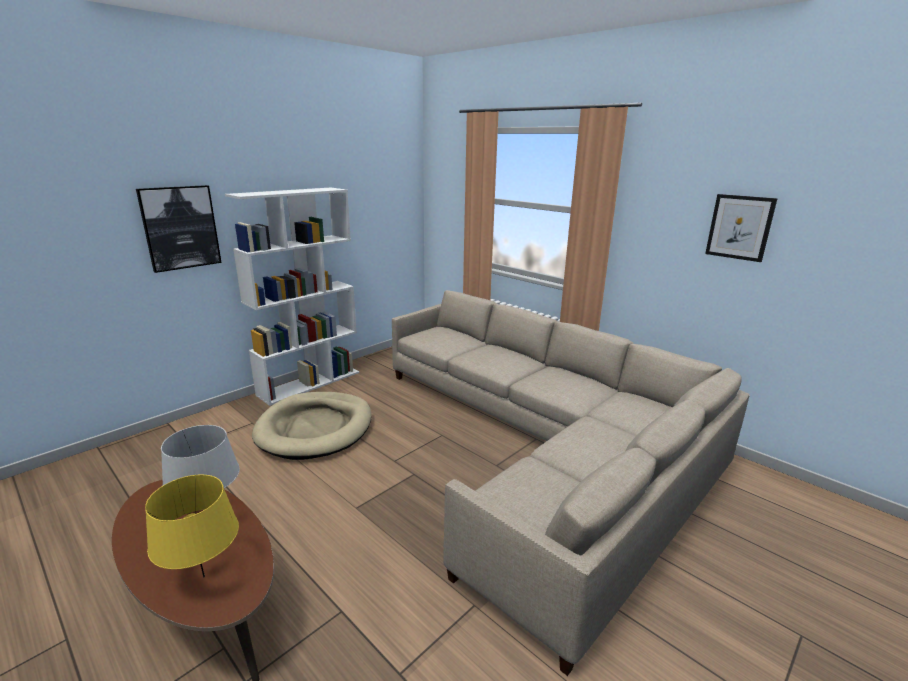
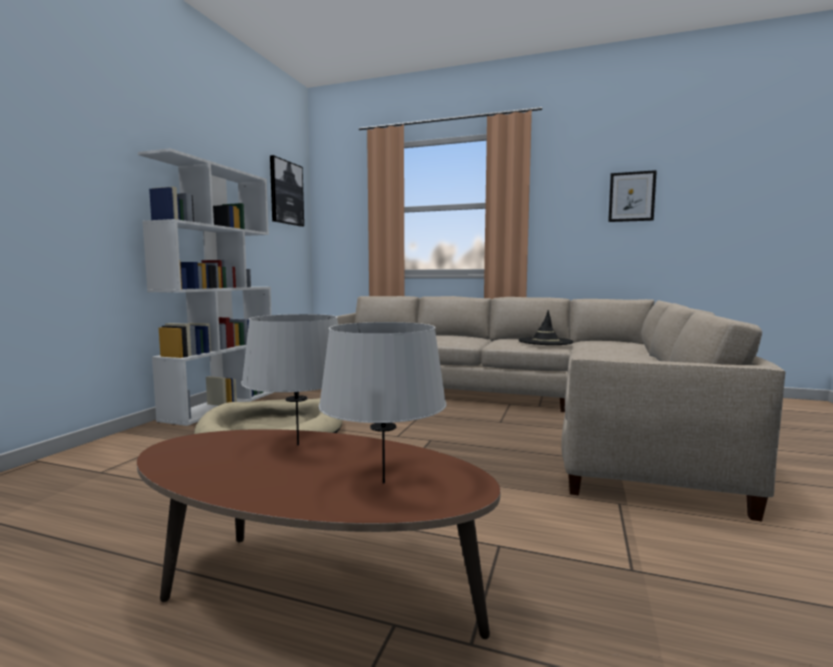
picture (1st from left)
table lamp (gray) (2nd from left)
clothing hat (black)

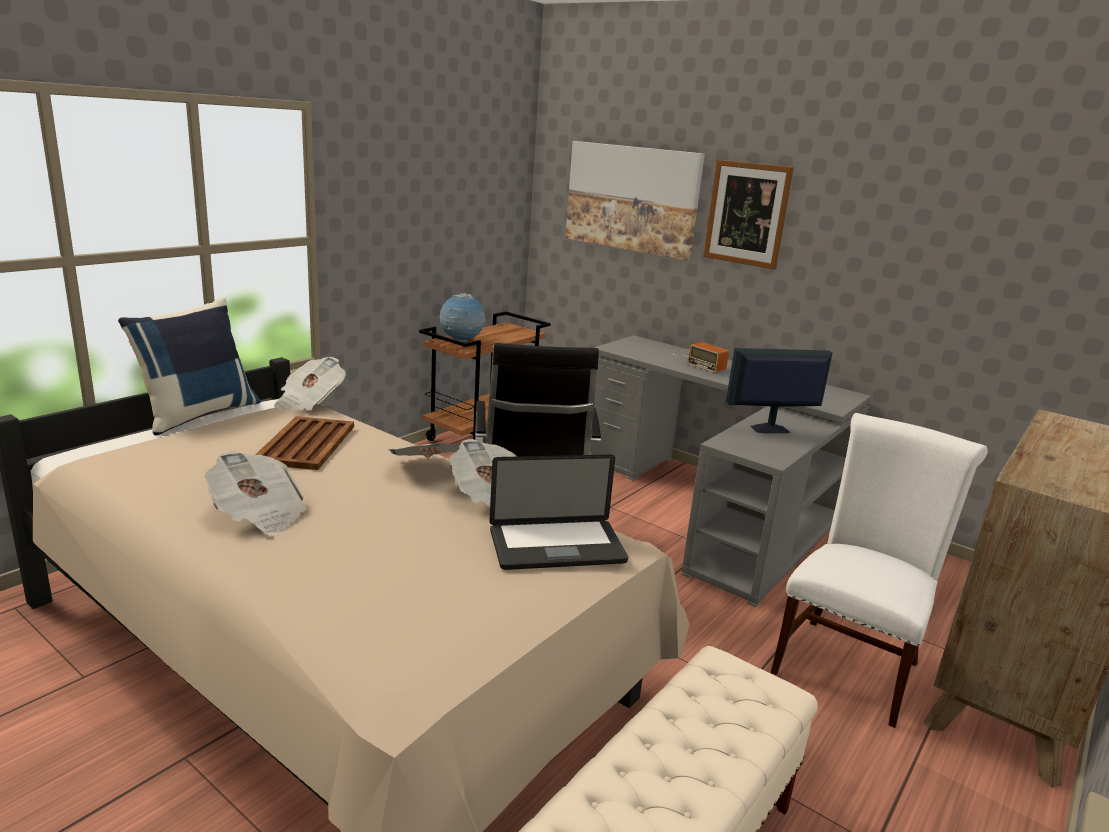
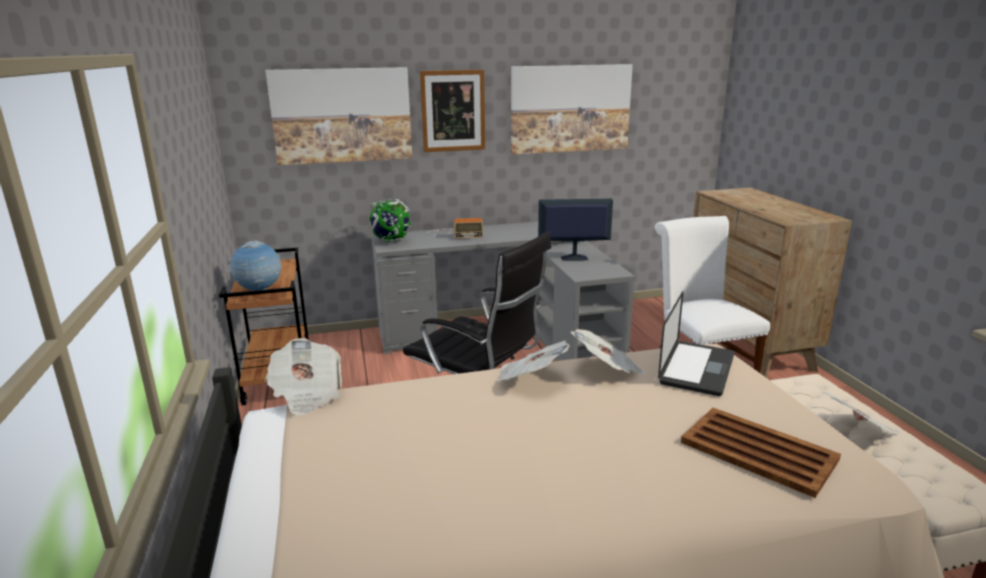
cushion (bluish)
monitor
carrying tray (brown-coloured)
daily paper (4th from left)
picture (3rd from left)
world globe (2nd from left)

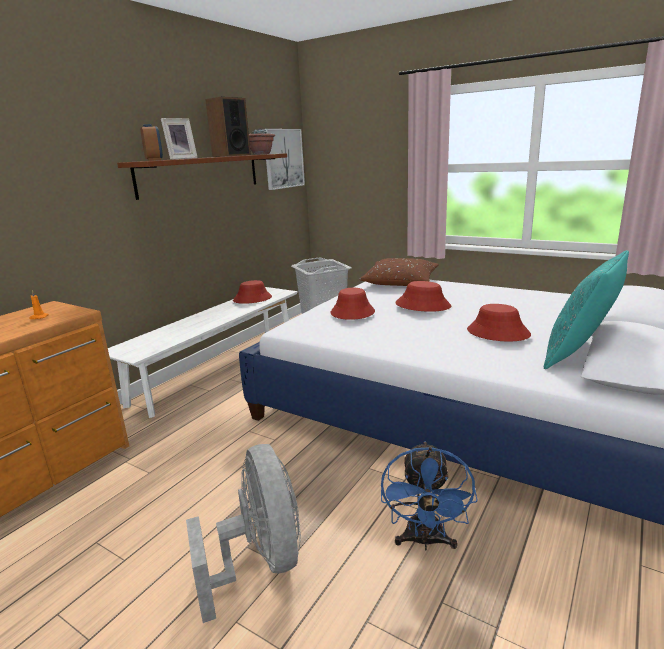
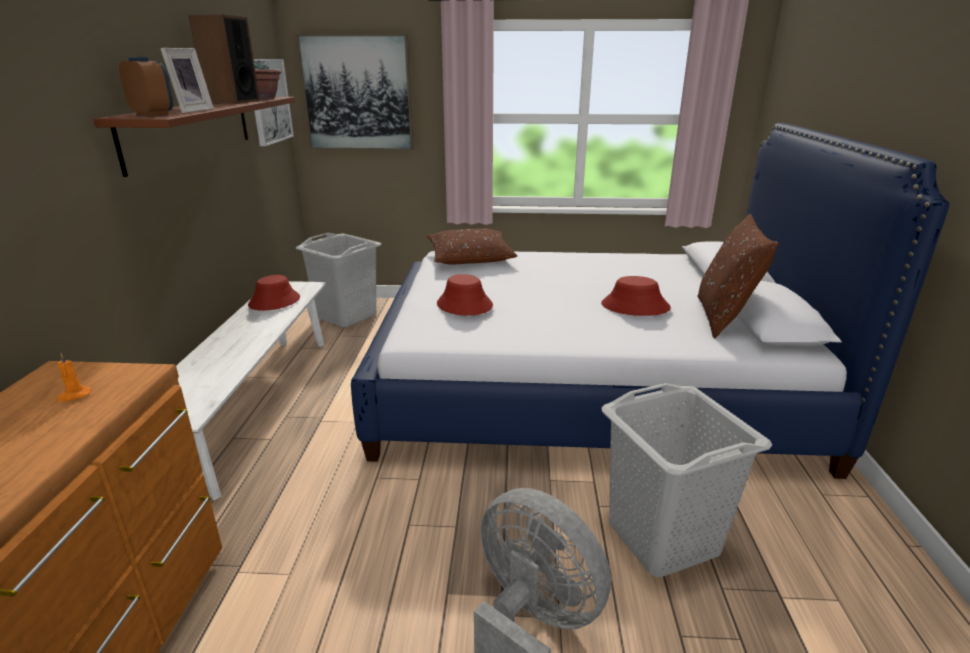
cushion (brown-coloured) (2nd from left)
clothing hat (reddish) (3rd from left in the first image)
laundry basket (gray) (2nd from left)
picture (2nd from left)

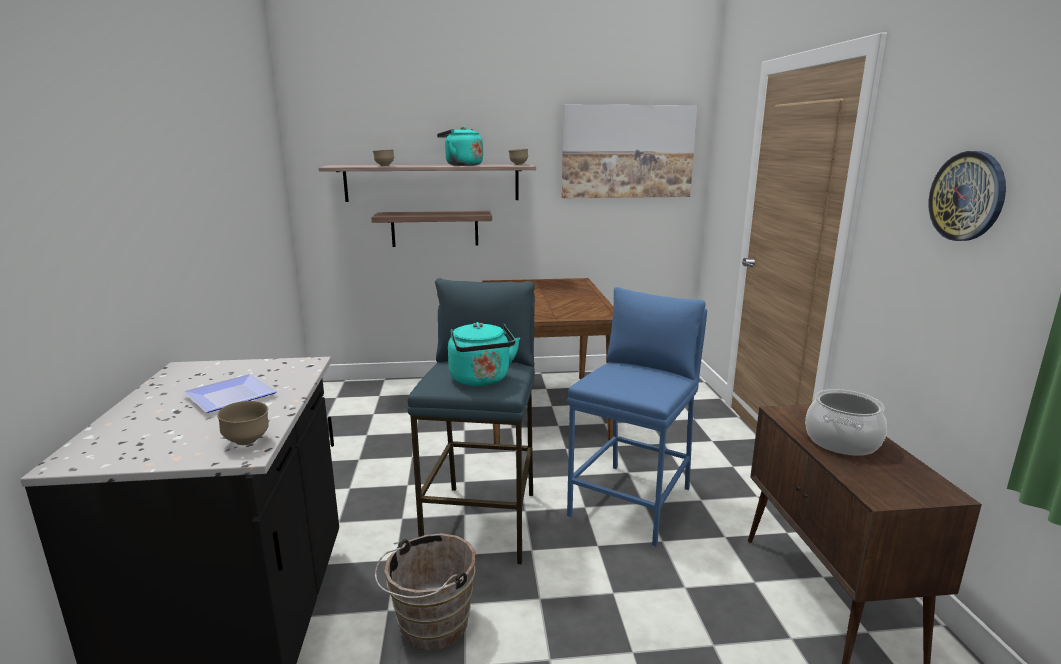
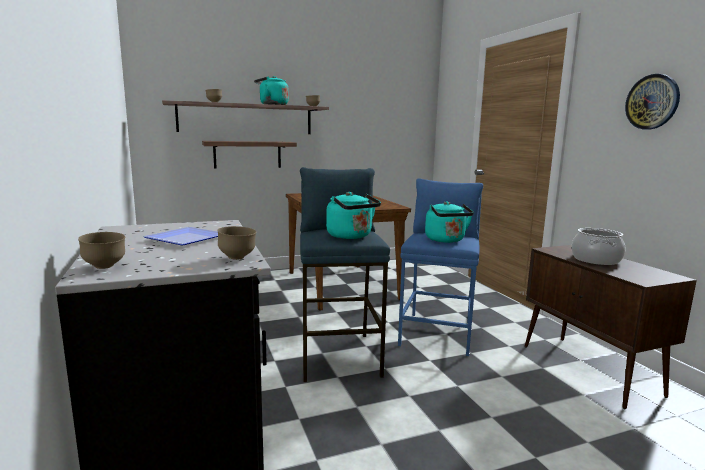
picture
water bucket (brown-coloured)
kettle (blue-green) (3rd from left)
deep dish (brown-coloured) (1st from left)

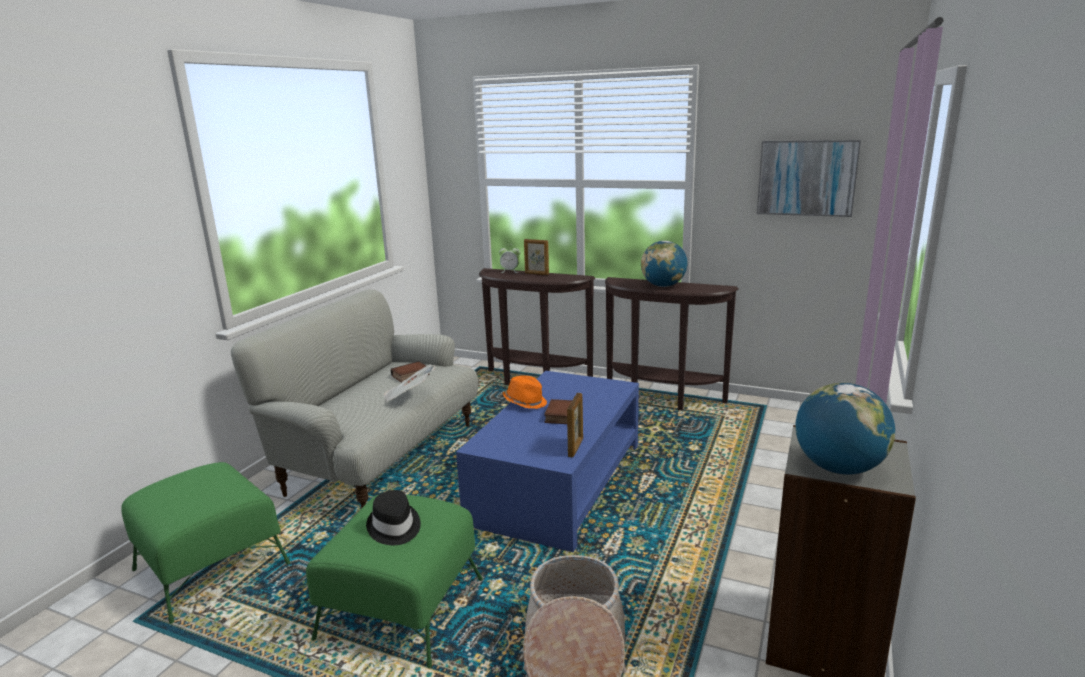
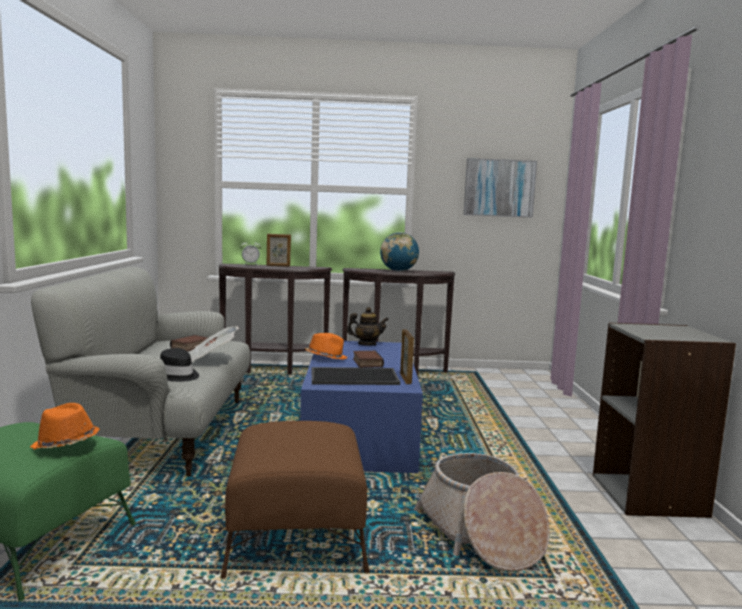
world globe (2nd from left in the first image)
clothing hat (black)
ottoman (brown-coloured)
teapot
carrying tray
clothing hat (orange) (1st from left)

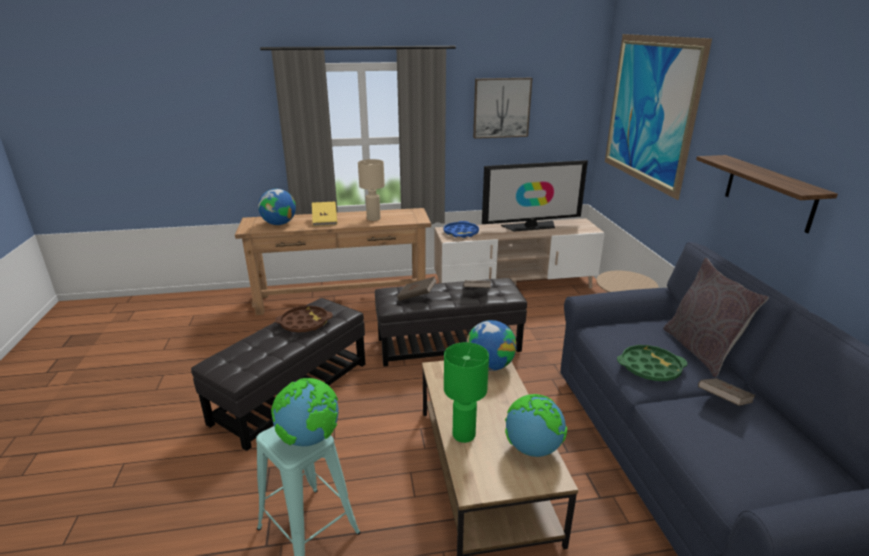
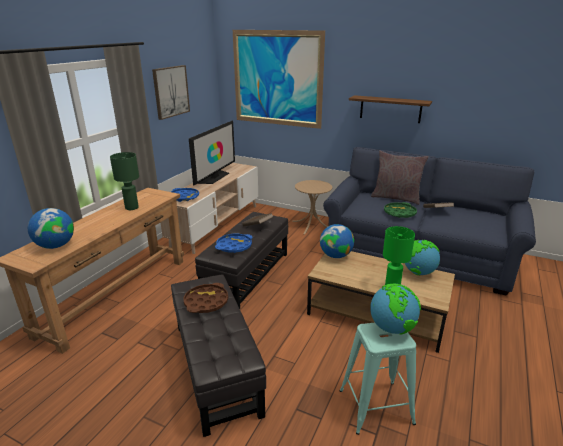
table lamp (greenish) (1st from left)
bound book (yellowish)
carrying tray (bluish) (2nd from left)

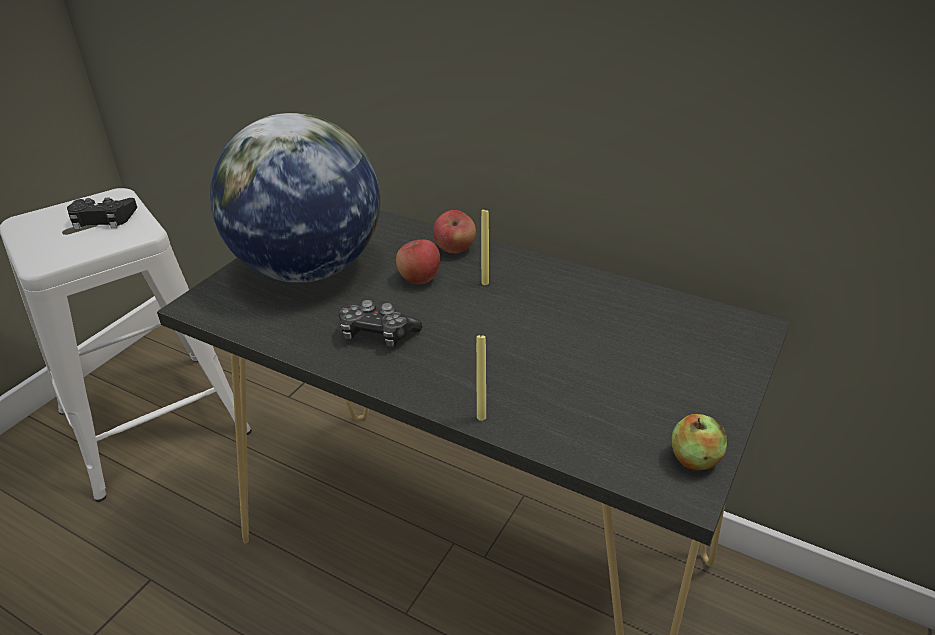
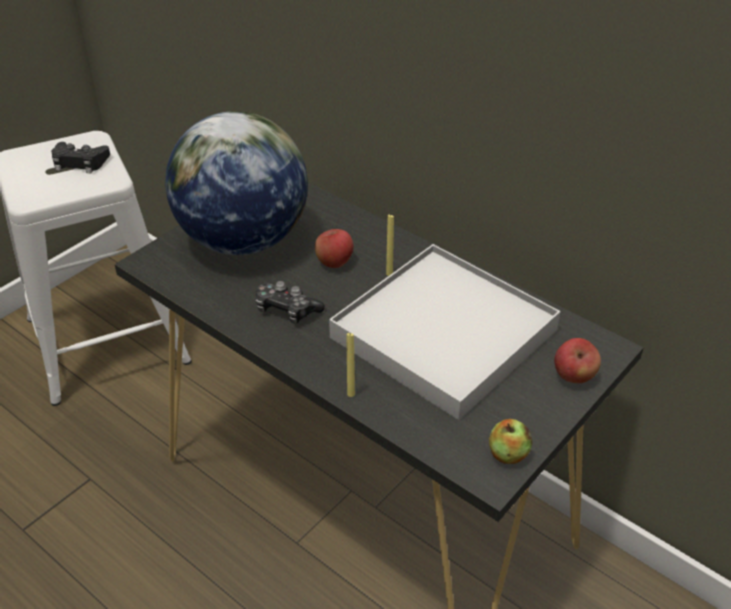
apple (3rd from left)
carrying tray (whitish)

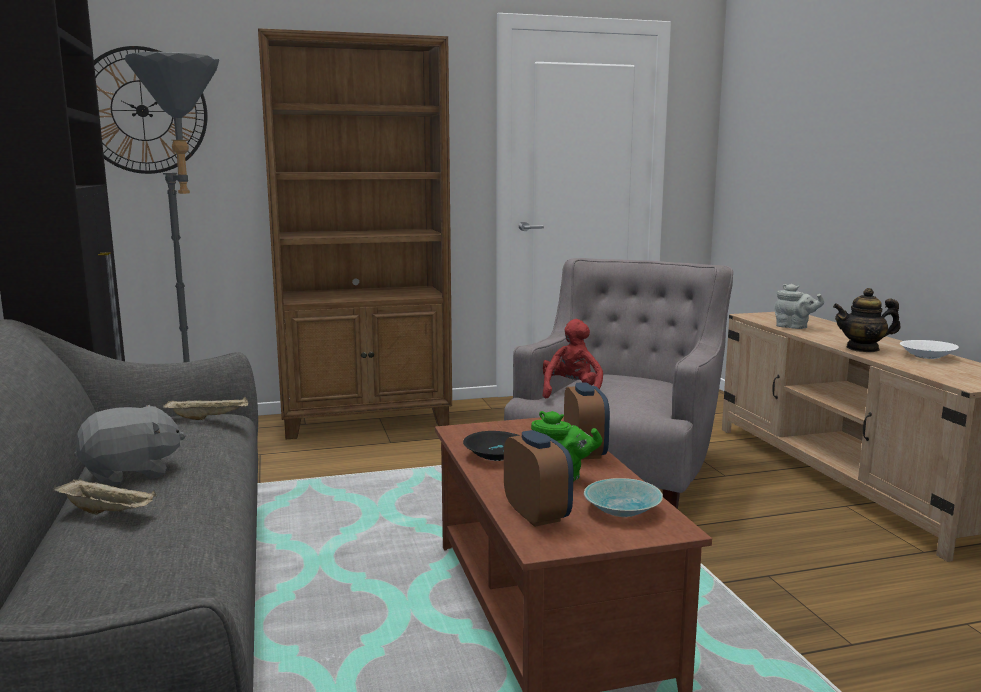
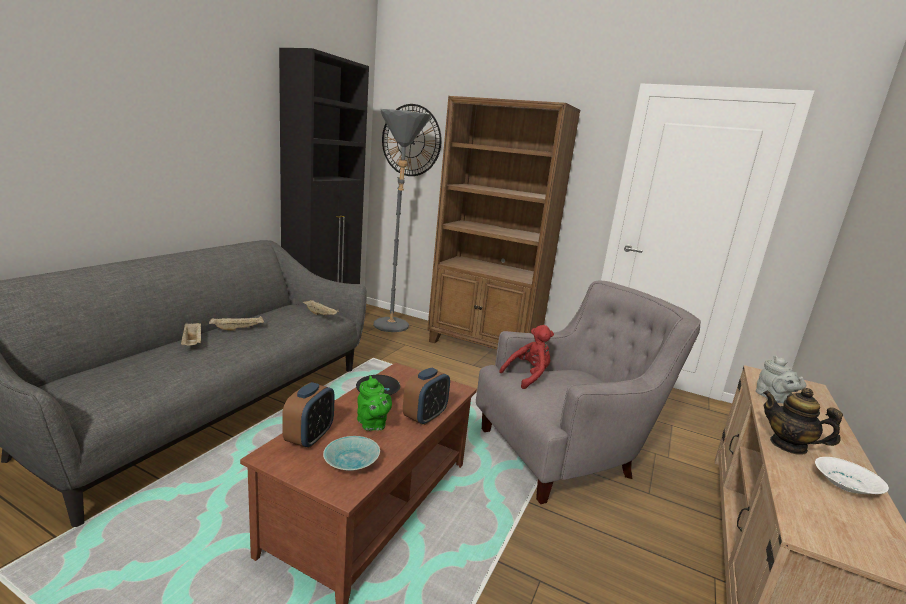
carrying tray (sand-coloured) (2nd from left)

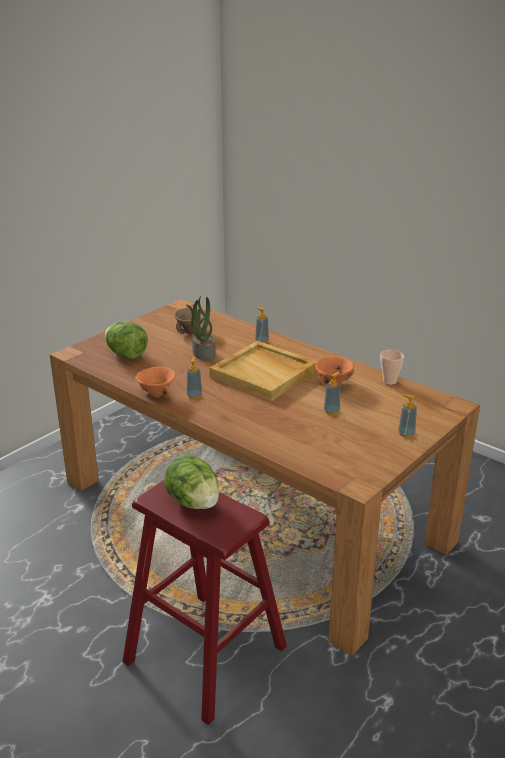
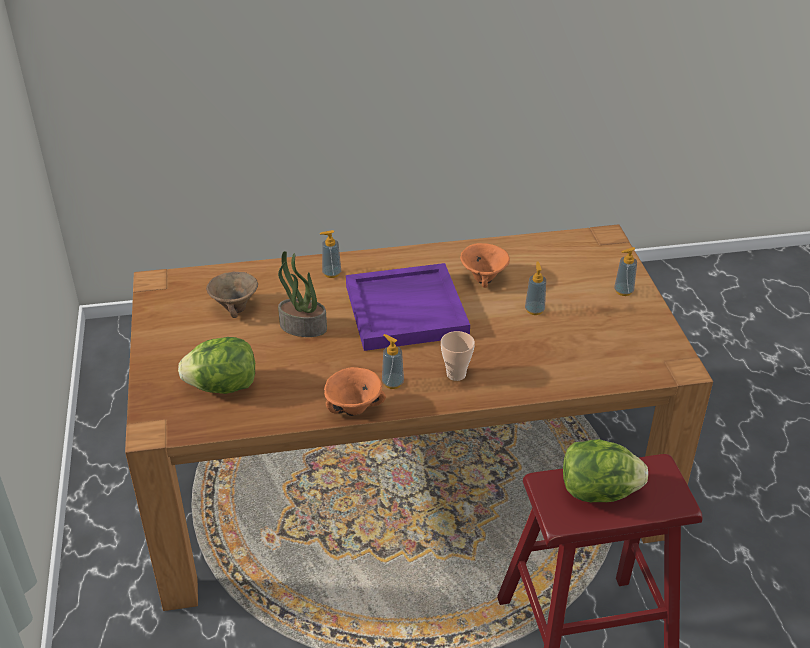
carrying tray (purple)
cup

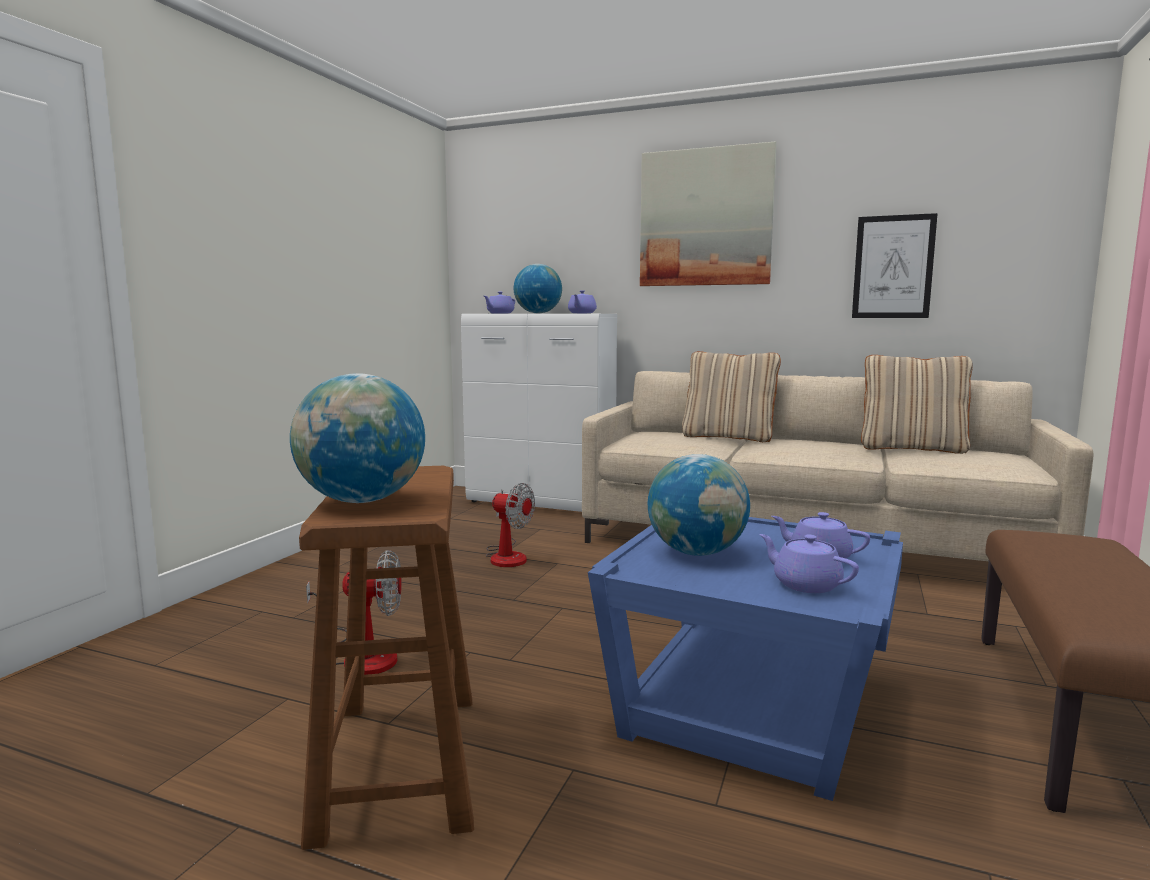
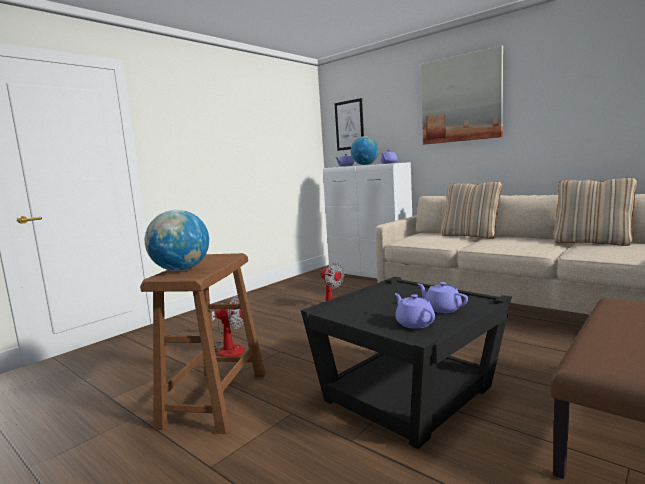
picture (1st from left)
world globe (3rd from left in the first image)
end table (black)

